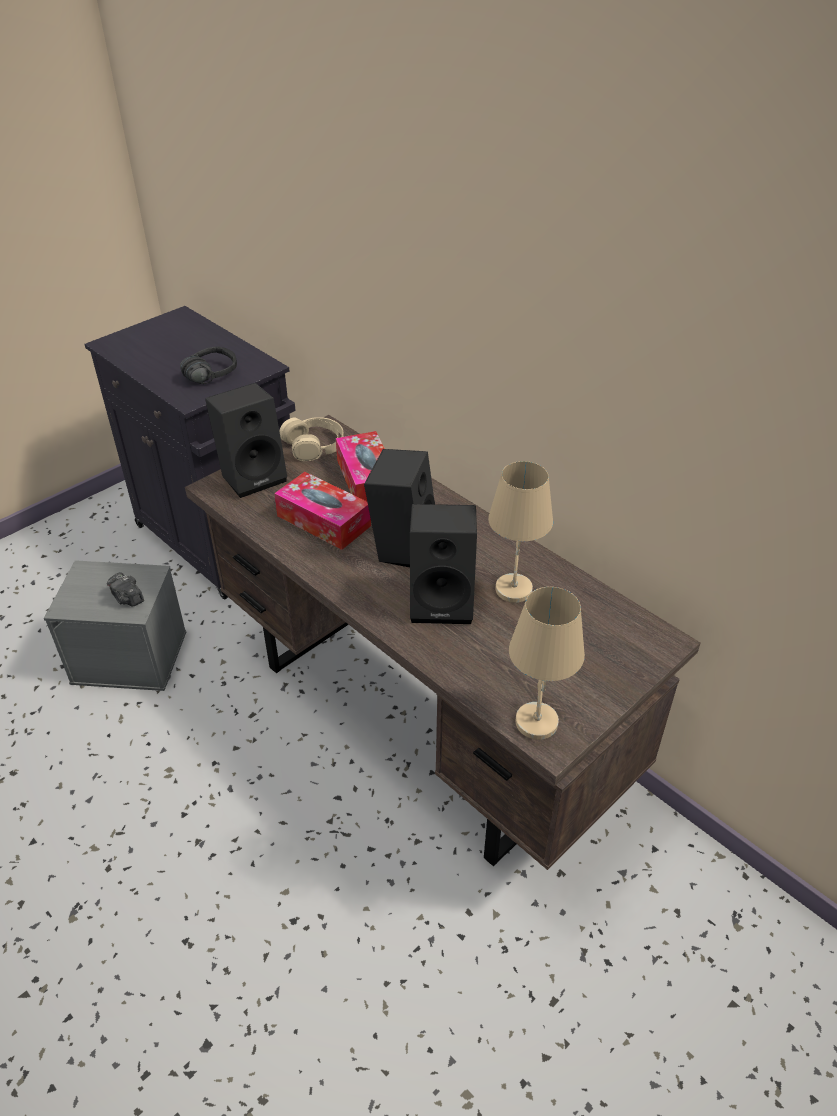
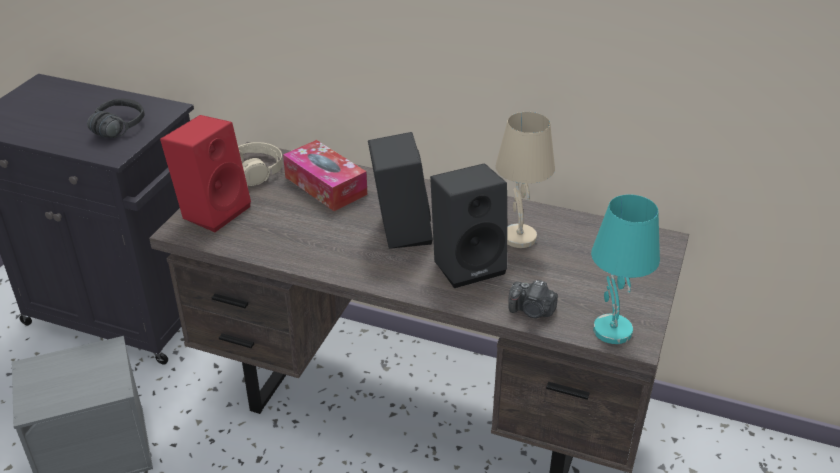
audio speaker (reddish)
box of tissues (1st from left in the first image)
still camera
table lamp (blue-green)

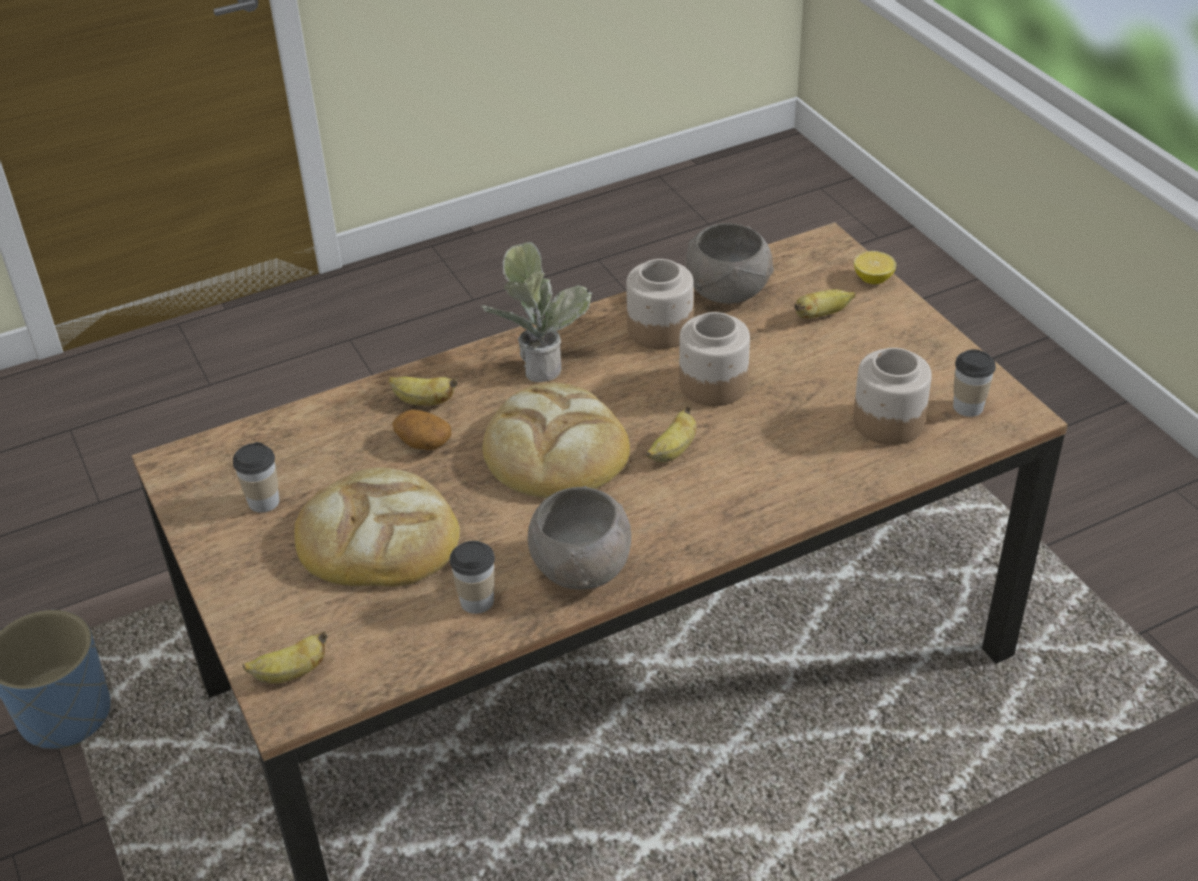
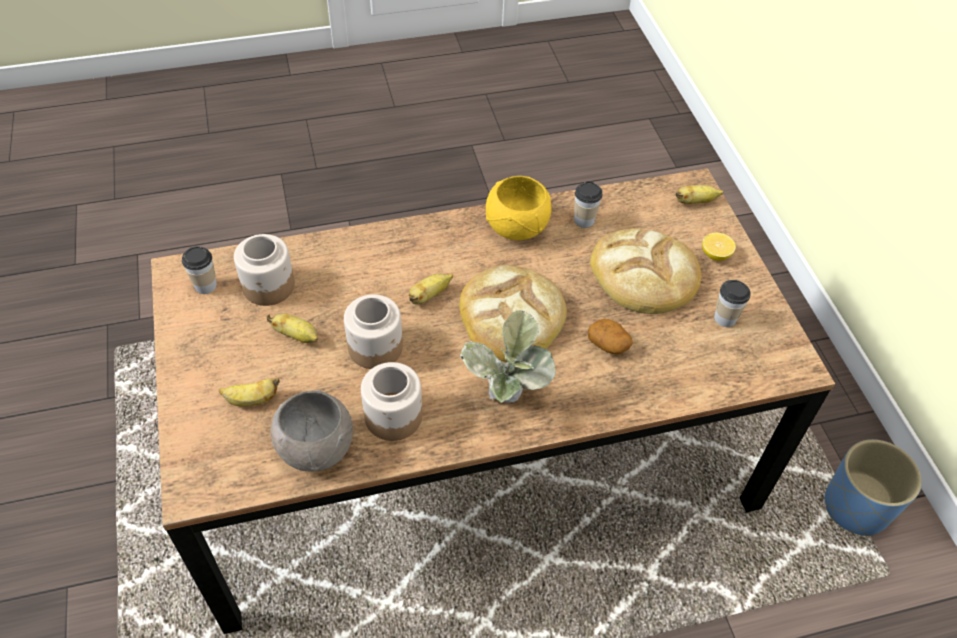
citrus fruit
whole banana (2nd from left)
deep dish (yellowish)

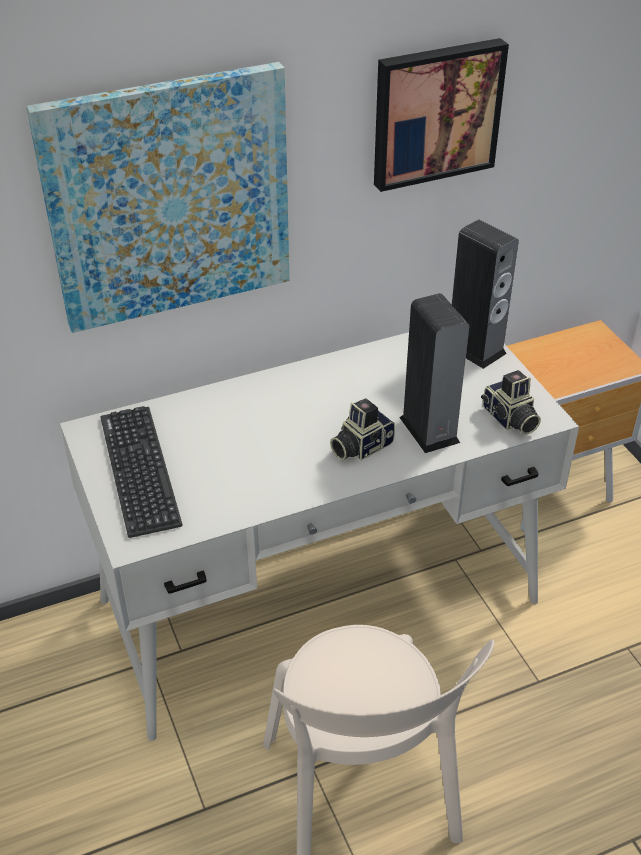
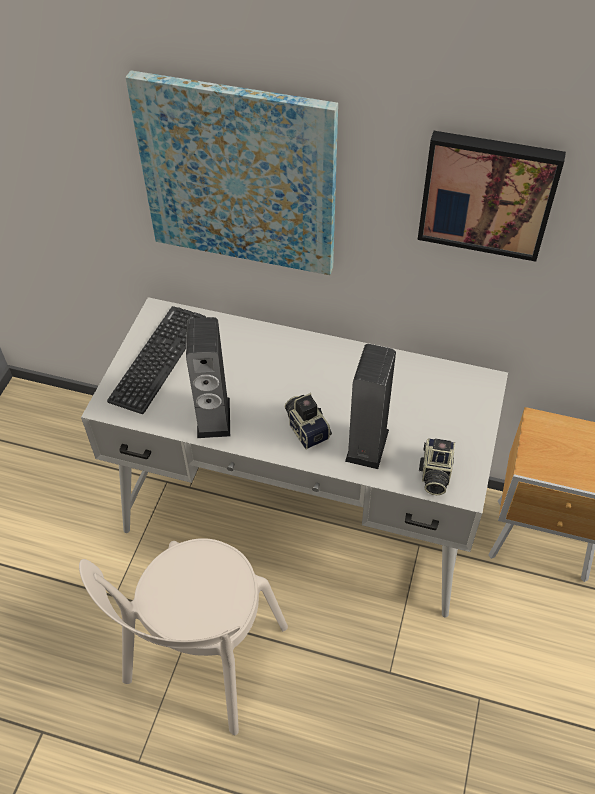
audio speaker (1st from left)
still camera (1st from left)

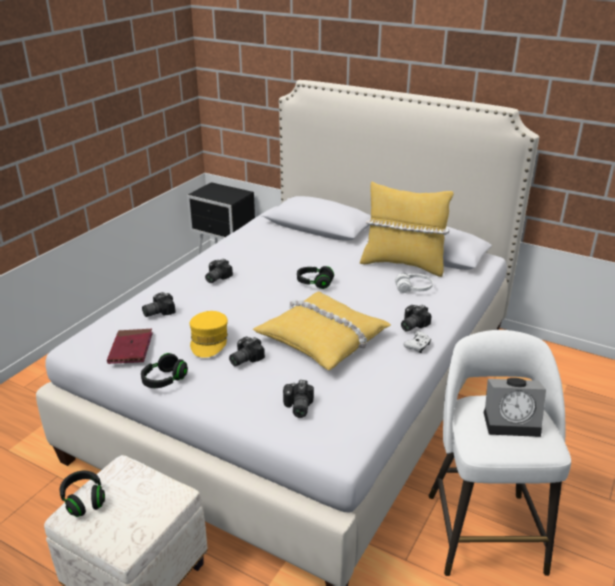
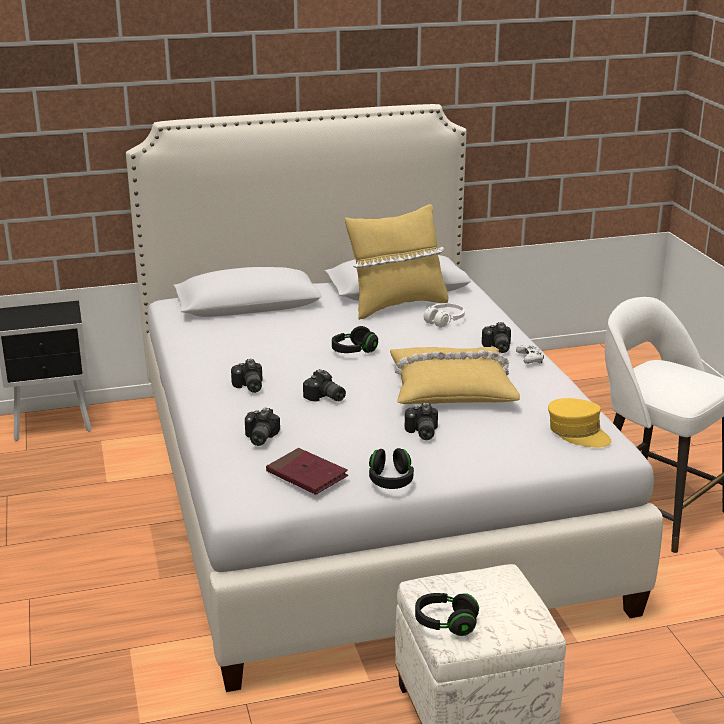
peaked cap (yellowish)
table clock
still camera (3rd from left)

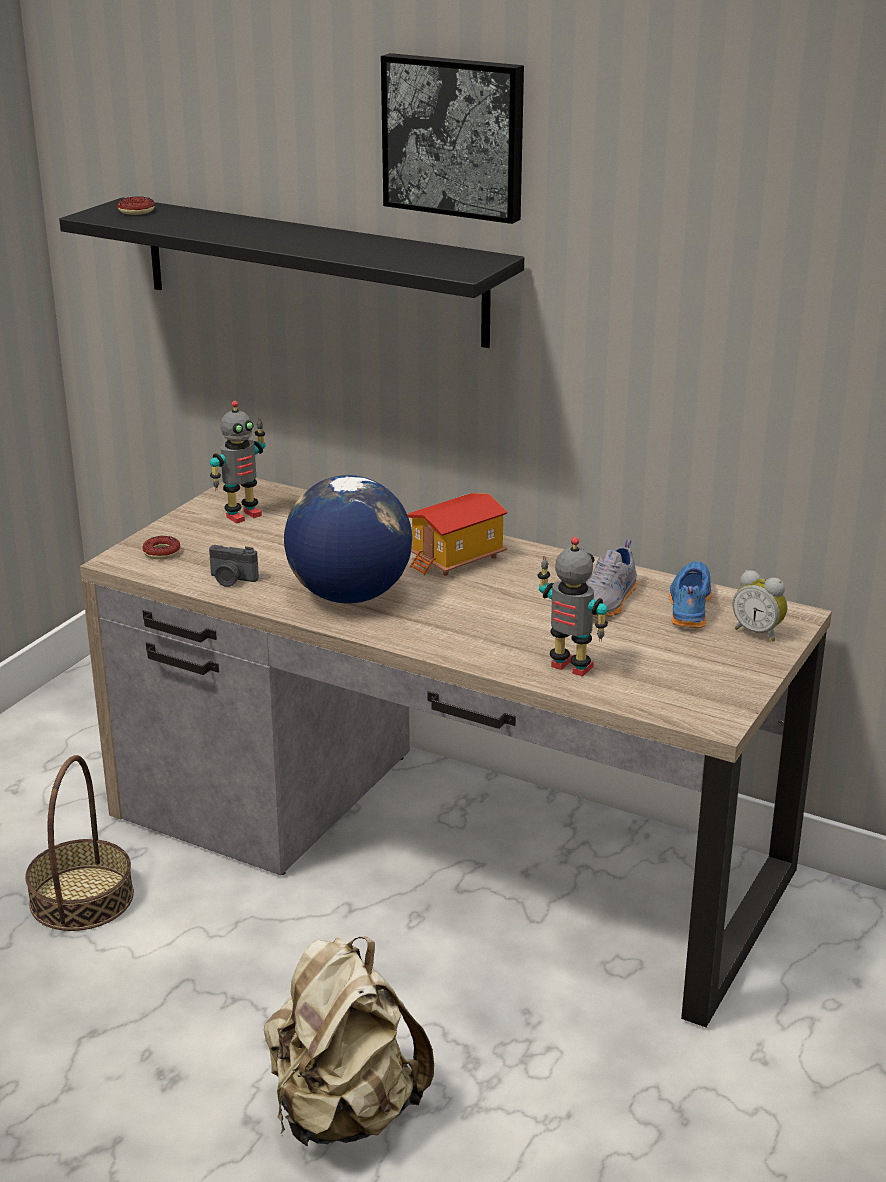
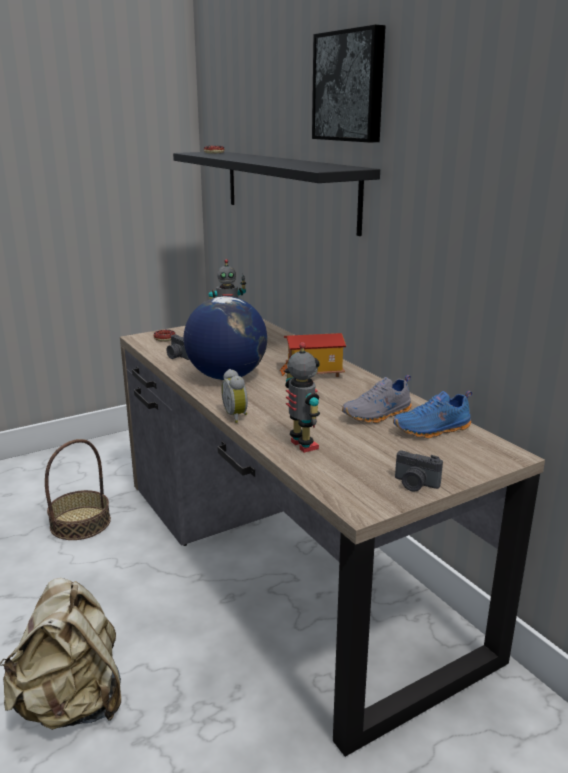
shoe (bluish)
table clock
still camera (2nd from left)

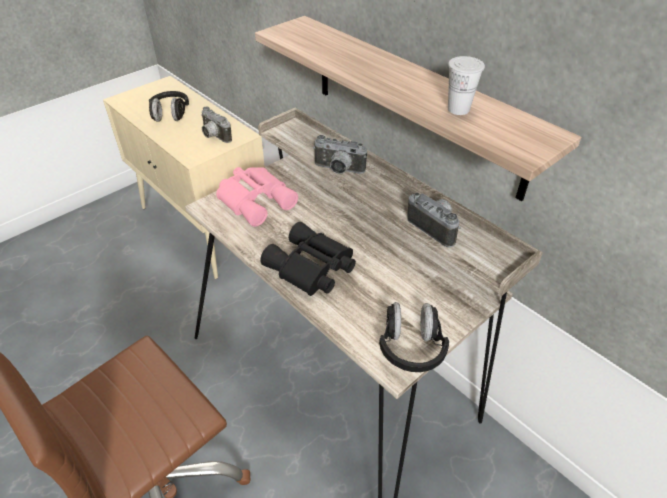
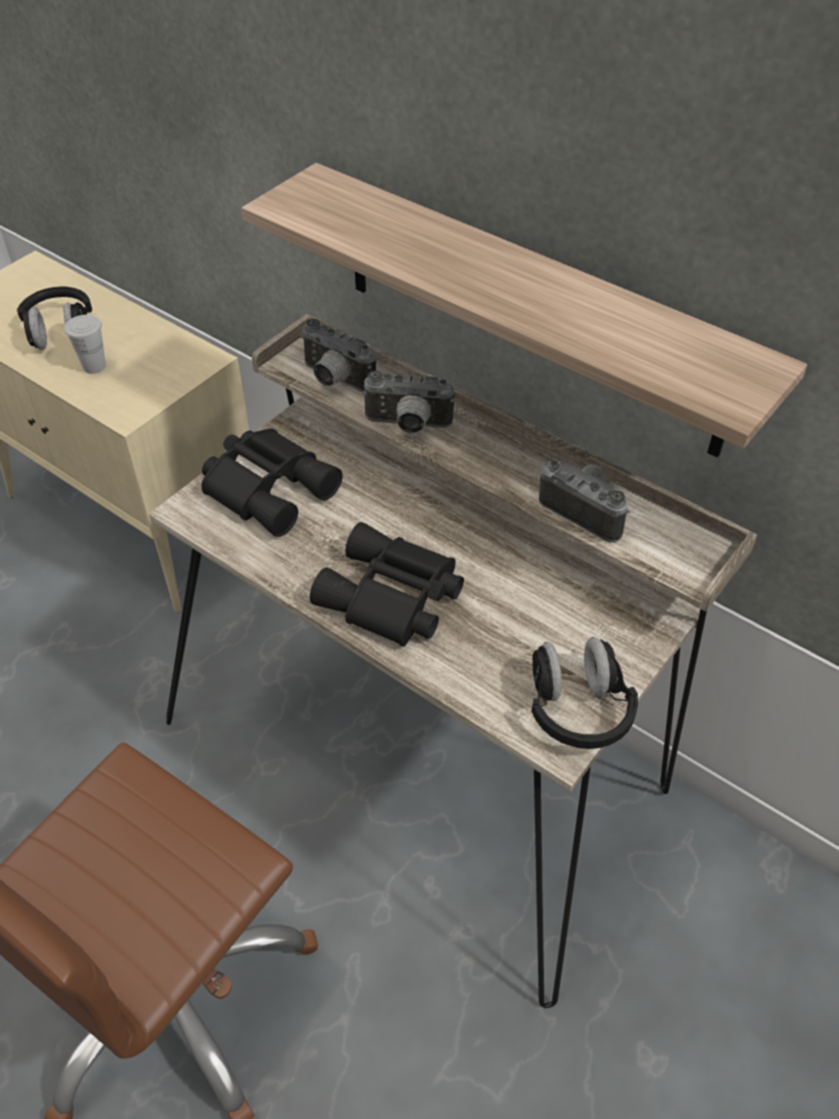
cup (whitish)
still camera (1st from left)
binoculars (black) (1st from left)

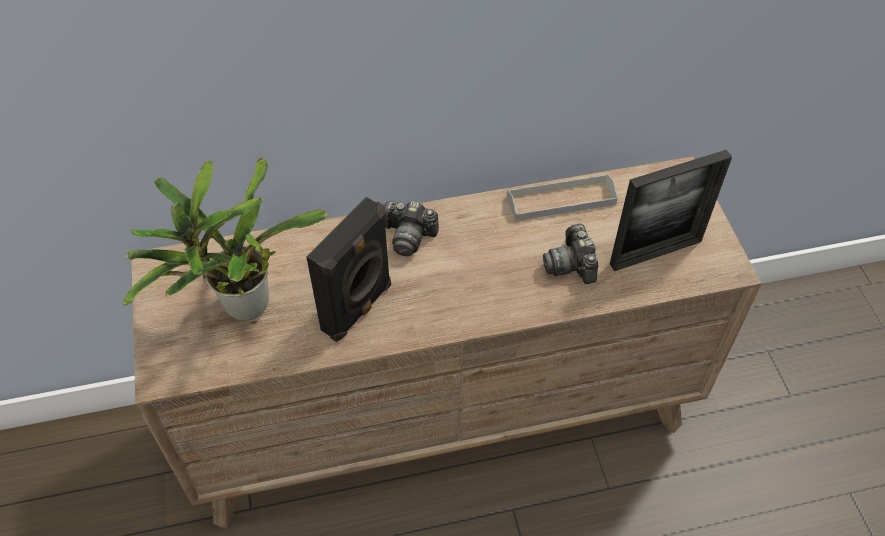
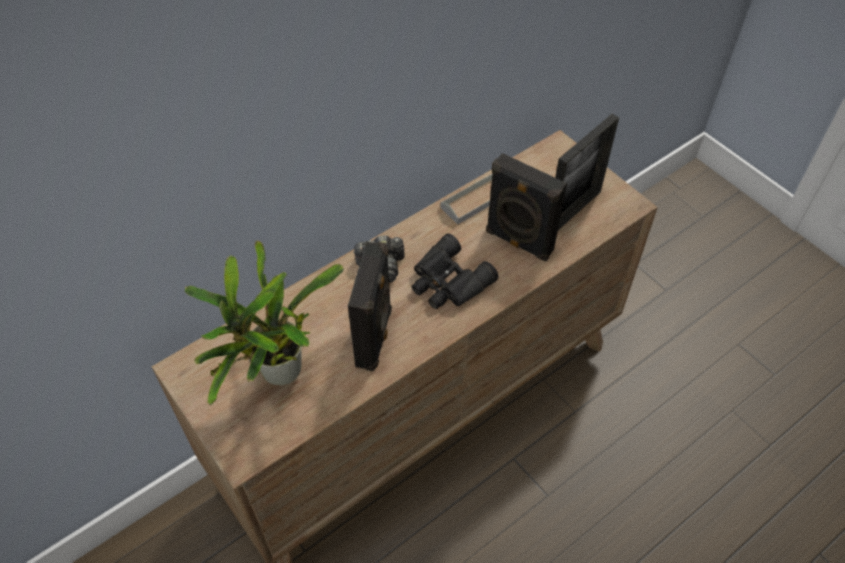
audio speaker (black) (2nd from left)
binoculars (black)

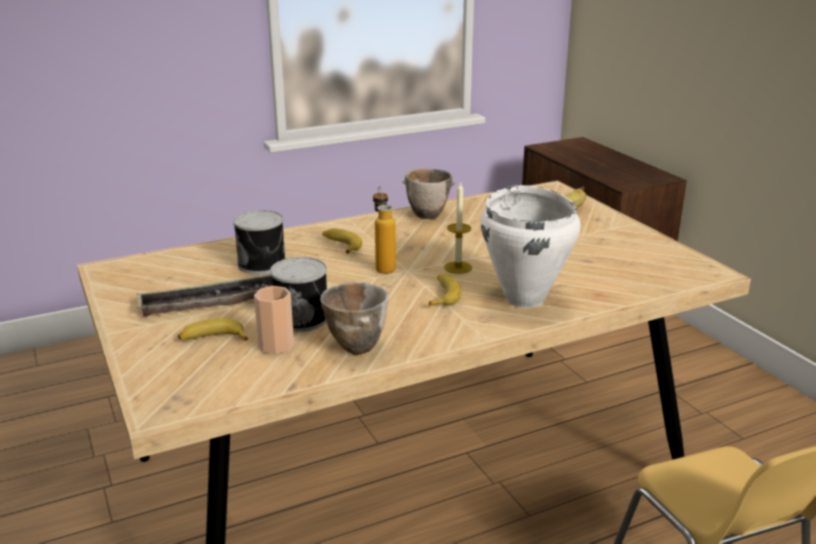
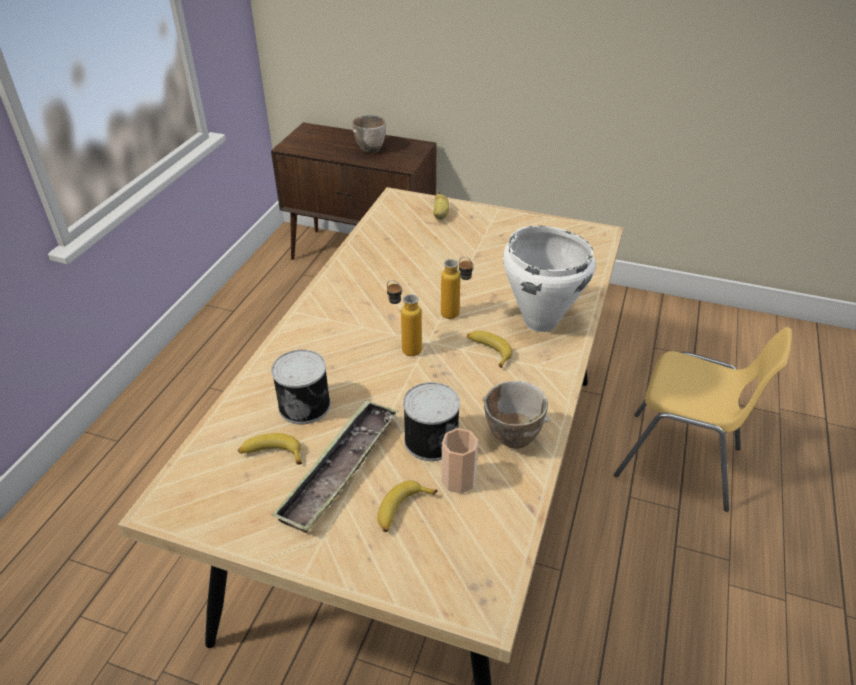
deep dish (1st from left)
bottle (2nd from left)
whole banana (1st from left)

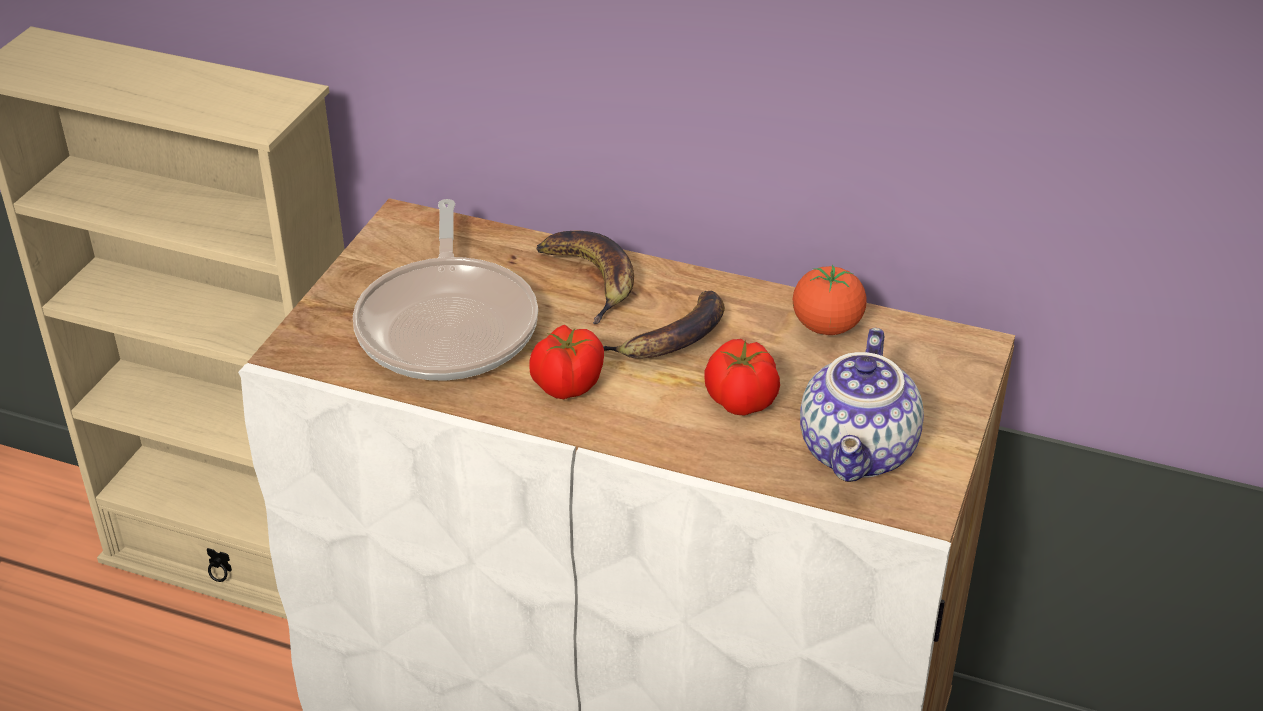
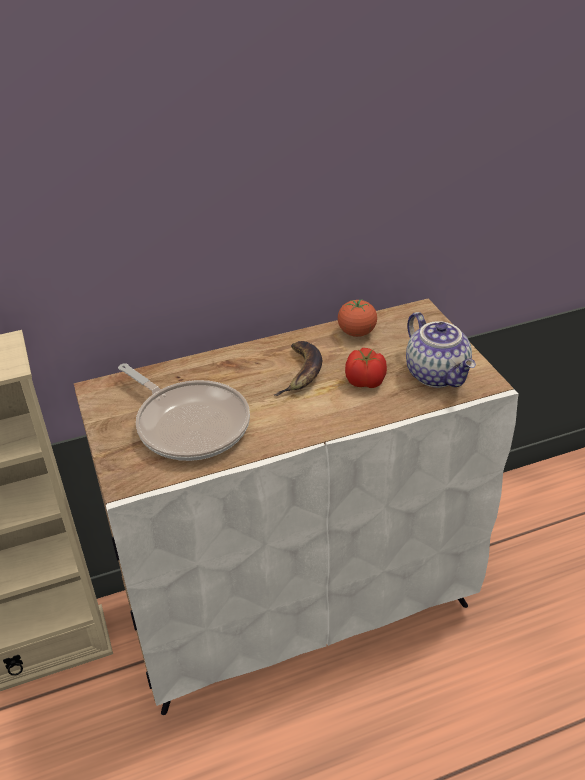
whole banana (1st from left in the first image)
whole tomato (1st from left in the first image)

